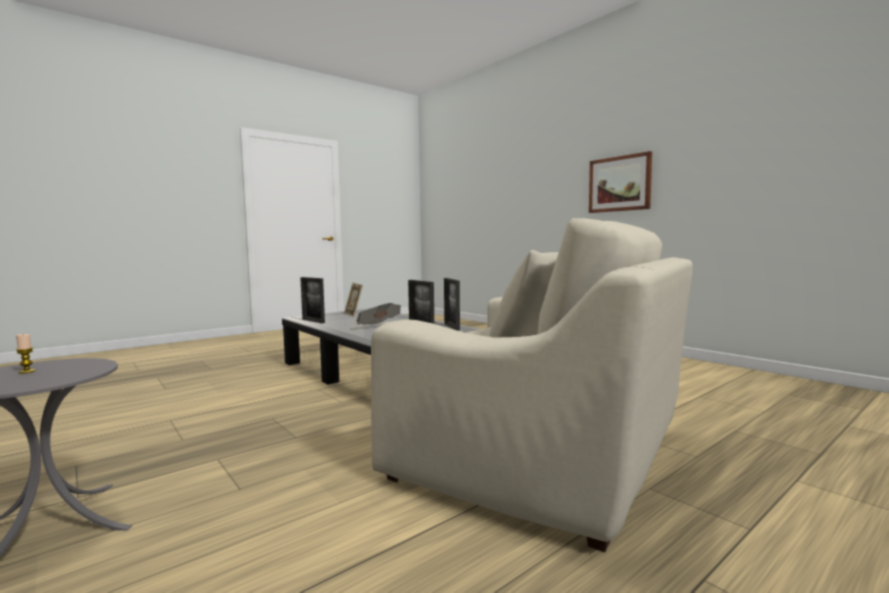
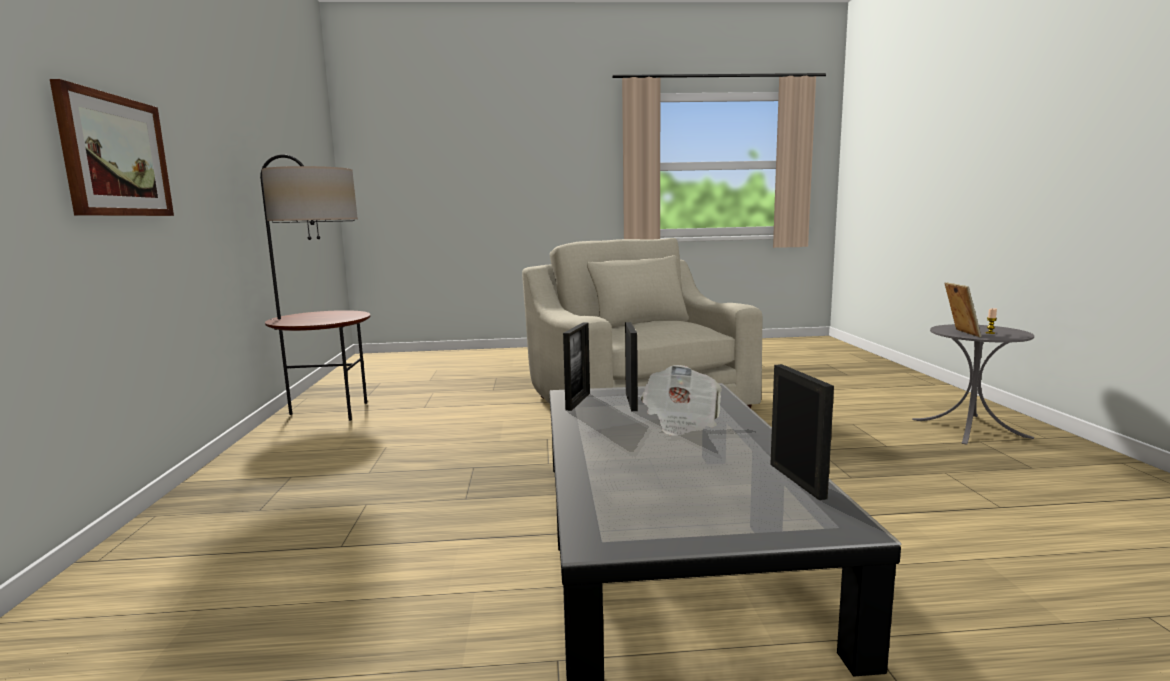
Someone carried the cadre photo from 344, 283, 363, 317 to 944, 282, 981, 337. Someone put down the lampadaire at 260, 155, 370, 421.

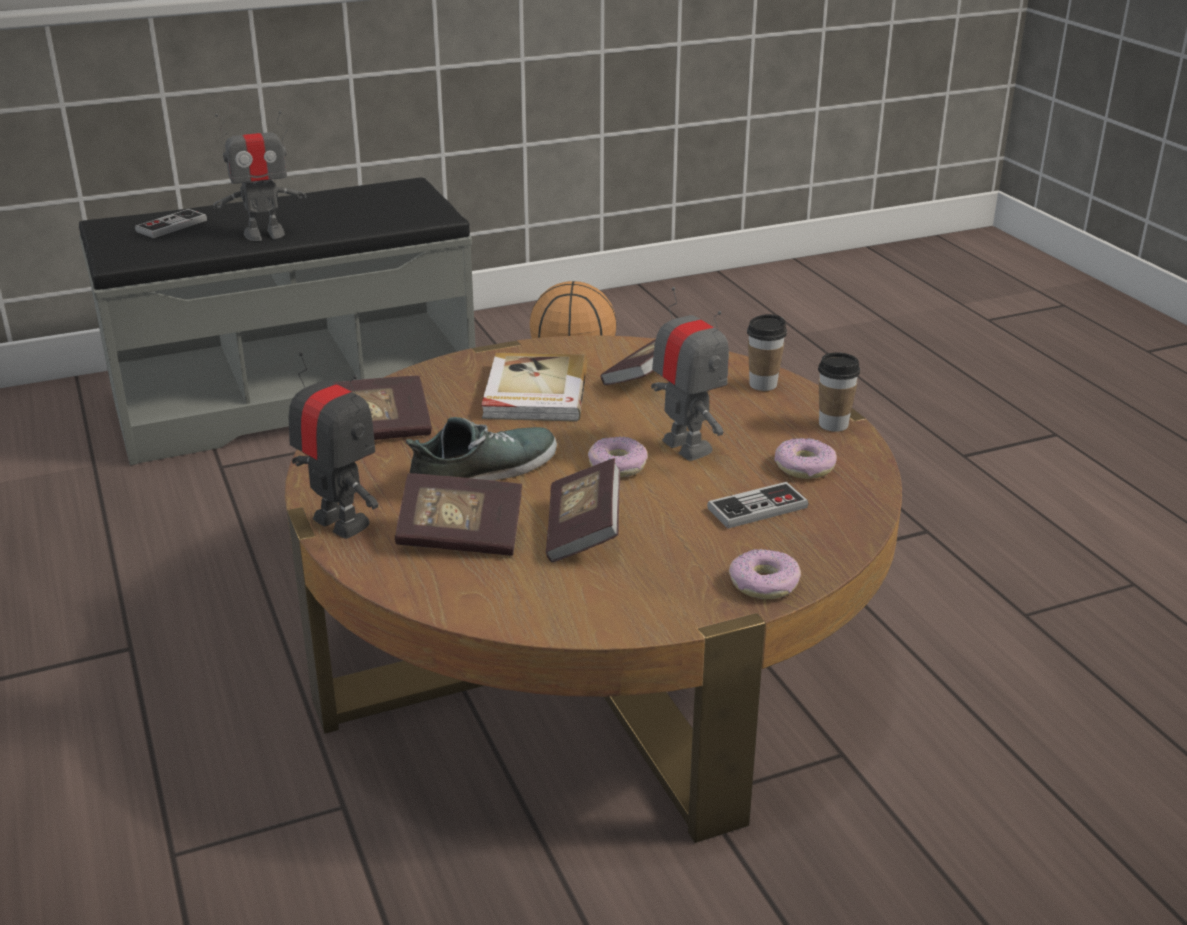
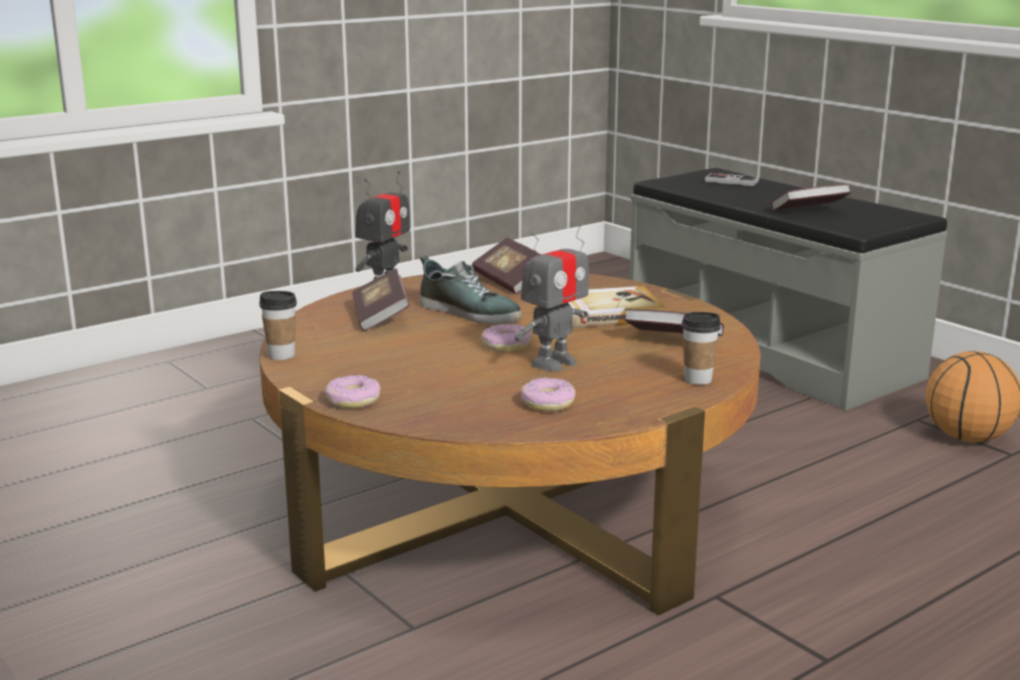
Someone took away the robot jouet at 213, 111, 306, 241. Someone carried the tasse from 818, 352, 860, 432 to 259, 291, 297, 360. Someone carried the livre from 546, 458, 620, 562 to 771, 184, 851, 211. Someone took away the manette at 707, 482, 809, 528.

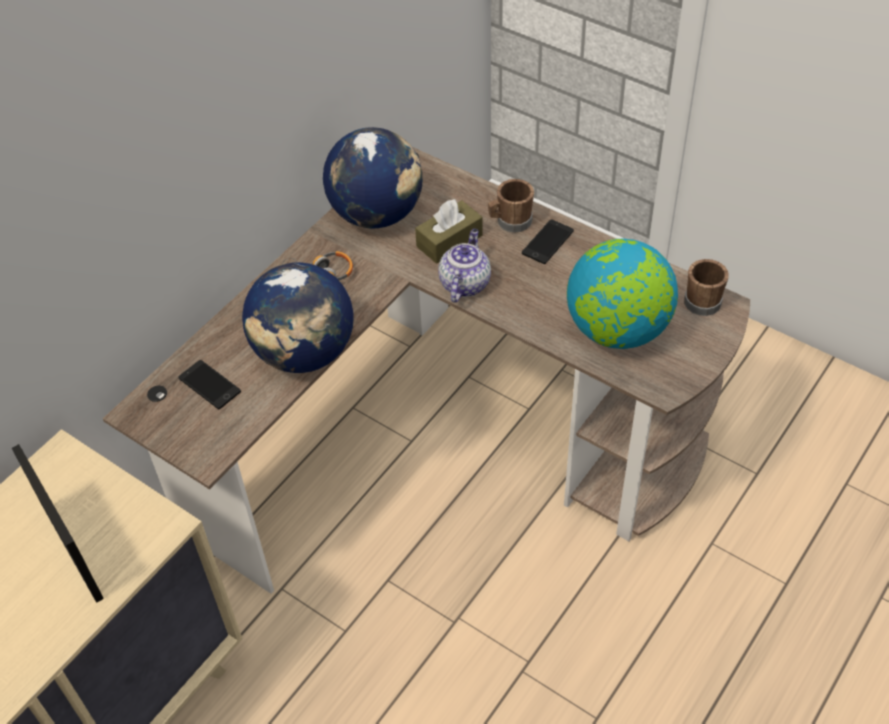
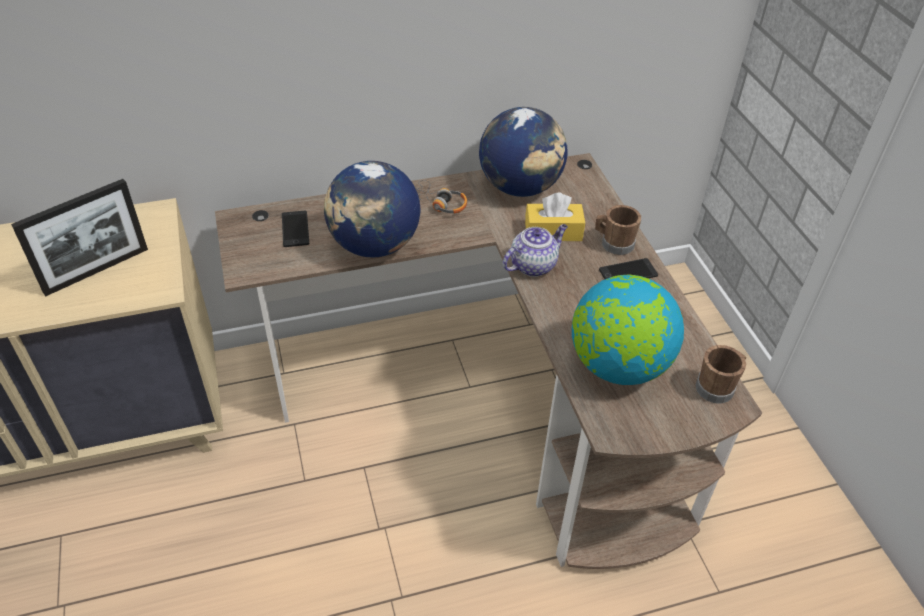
Someone repainted the boîte à mouchoirs (marron) at 415, 199, 483, 264, which became the boîte à mouchoirs (jaune) at 525, 193, 585, 241. Someone rotated the cadre photo at 12, 444, 104, 603 by 45 degrees clockwise.

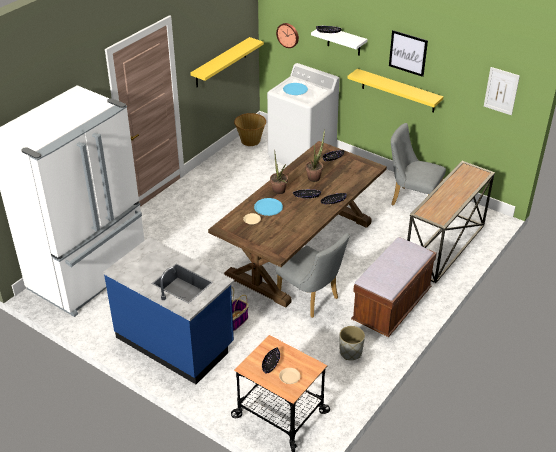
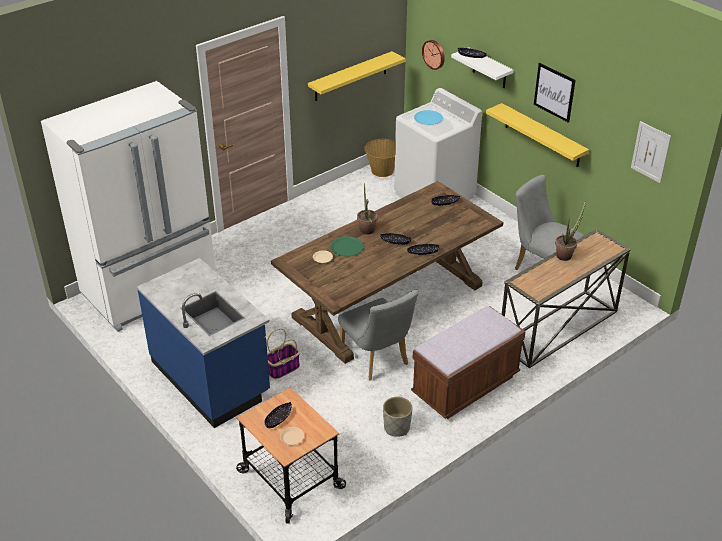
Someone carried the plante en pot from 306, 129, 325, 182 to 555, 200, 586, 261. Someone repainted the assiette (bleu) at 254, 198, 283, 216, which became the assiette (vert) at 331, 236, 364, 257.

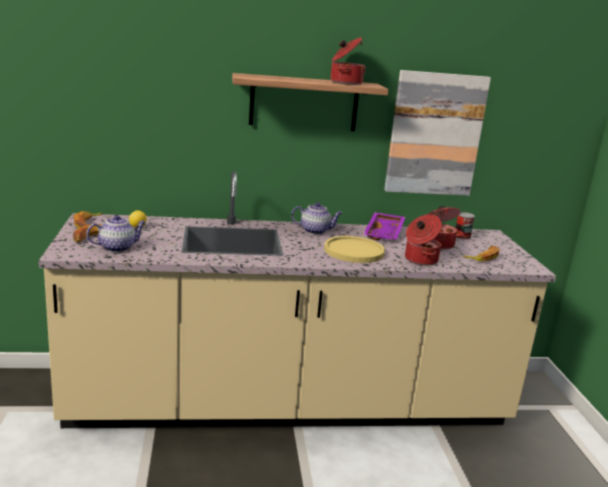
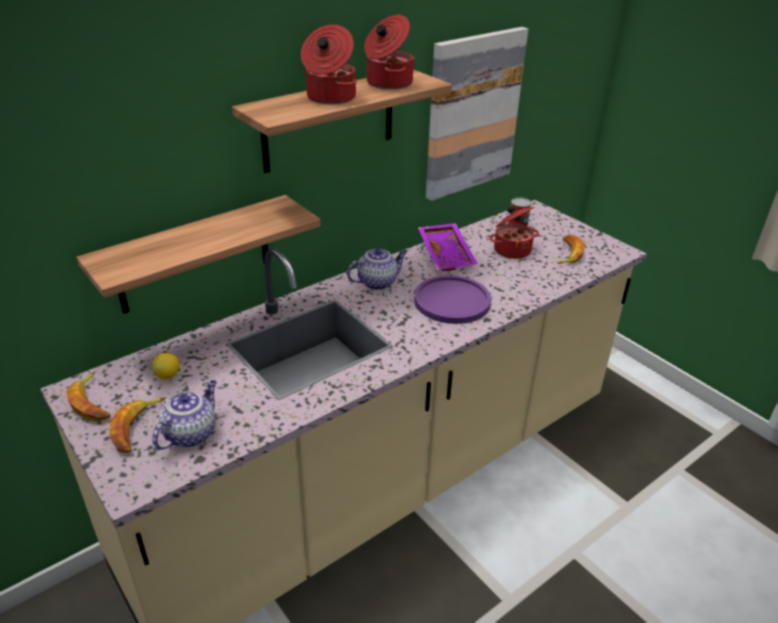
Someone carried the marmite from 405, 214, 442, 266 to 301, 25, 356, 105. Someone repainted the assiette (jaune) at 324, 236, 385, 263, which became the assiette (violet) at 414, 275, 491, 324. Someone put up the étagère at 76, 195, 321, 314.

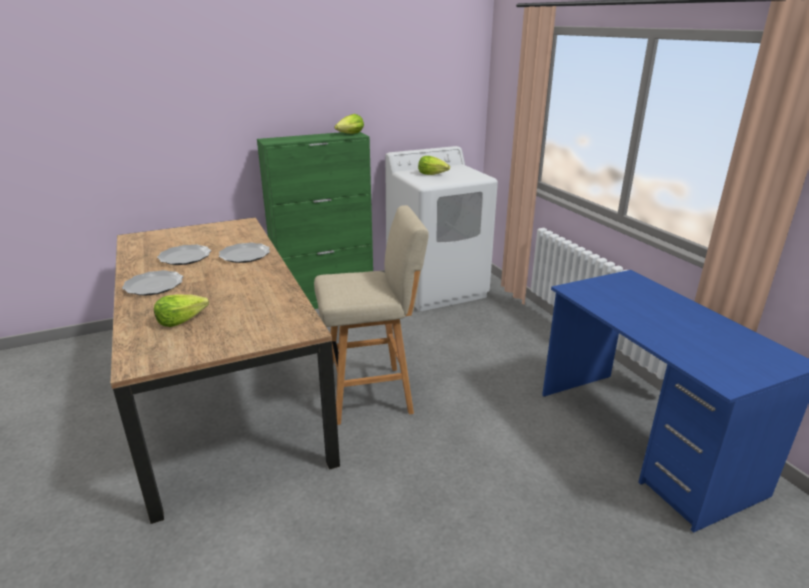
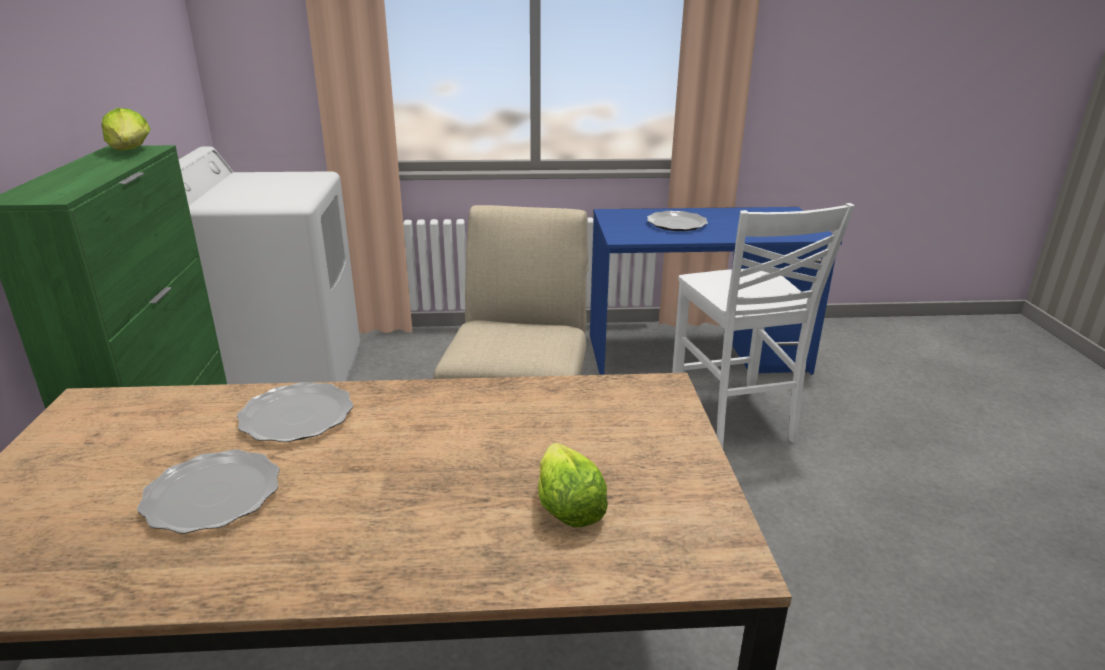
Someone took away the laitue at 418, 156, 450, 175. Someone carried the assiette from 122, 270, 183, 296 to 647, 211, 708, 231. Someone put down the chaise (blanc) at 672, 203, 855, 448.

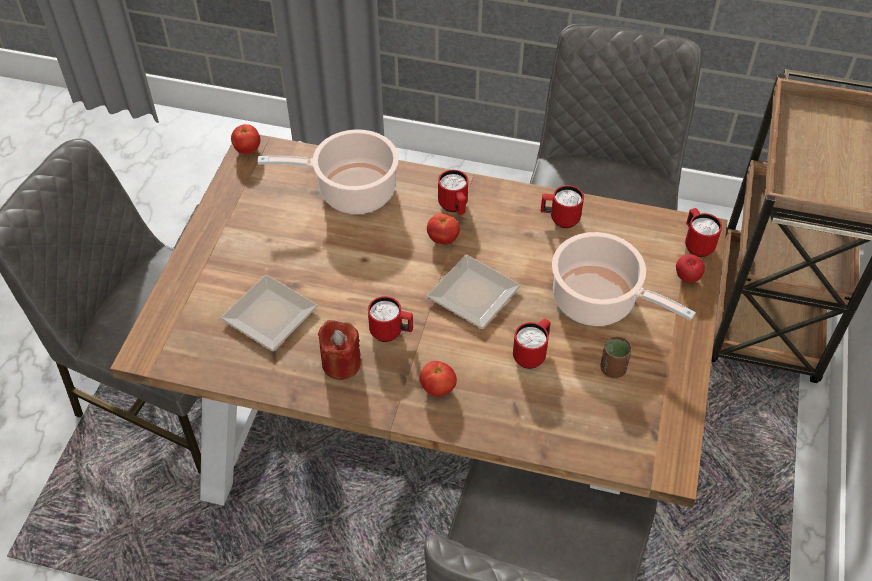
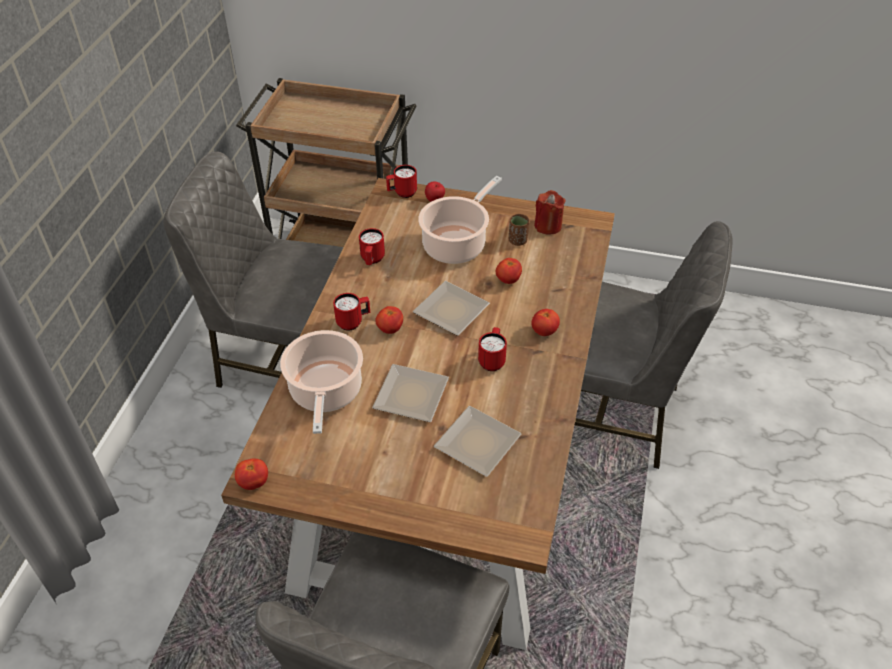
Someone swapped the mug (rouge) at 513, 319, 551, 369 for the tomate at 496, 258, 522, 284. Someone carried the bougie (rouge) from 318, 320, 361, 380 to 534, 190, 566, 235. Someone put down the assiette at 372, 364, 449, 422.

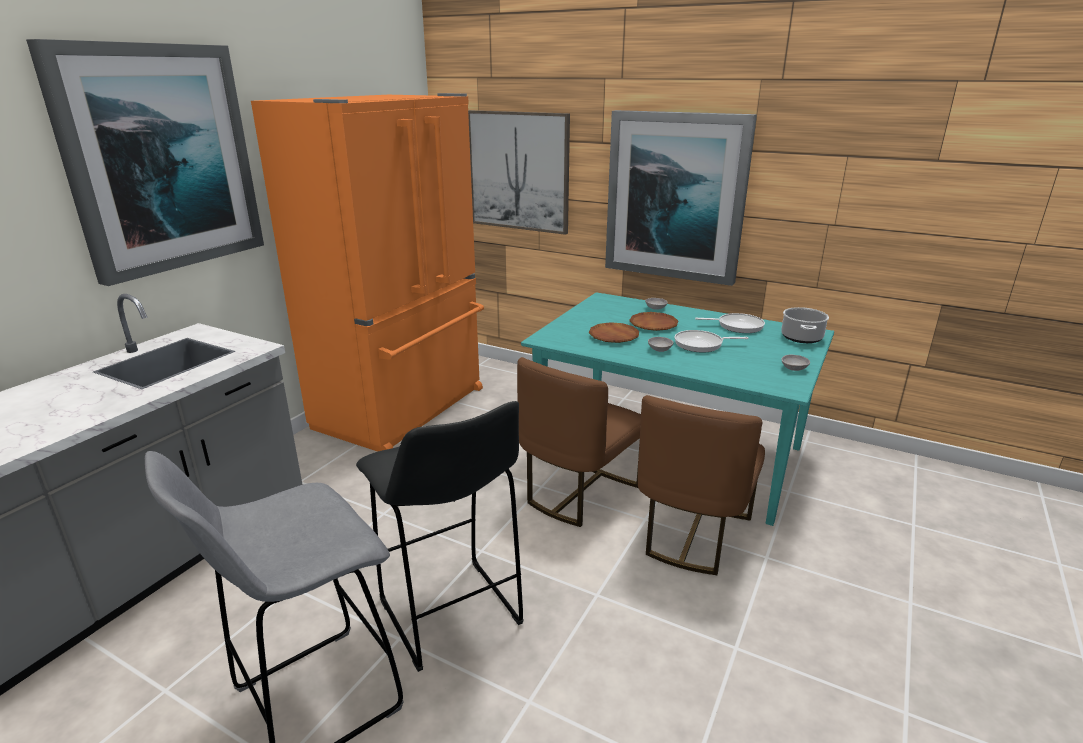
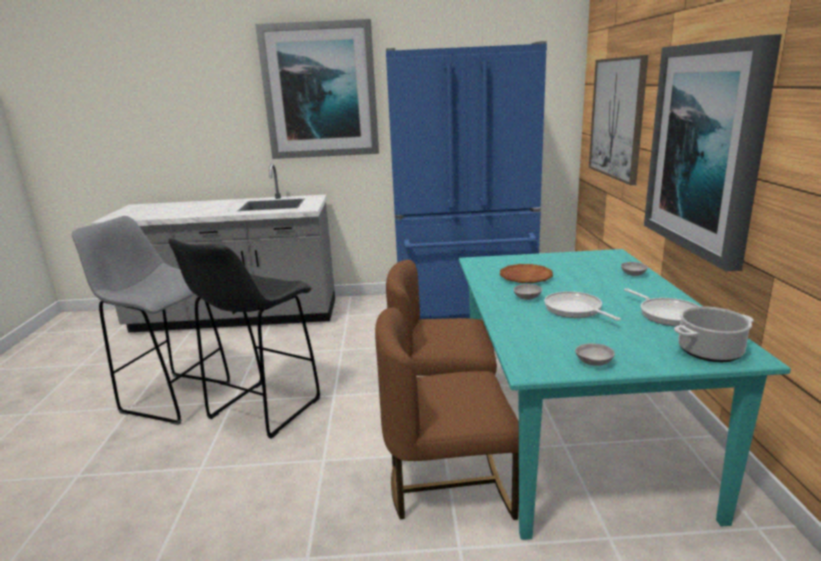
Someone repainted the réfrigérateur (orange) at 251, 93, 484, 452, which became the réfrigérateur (bleu) at 386, 41, 547, 320. Someone took away the assiette (marron) at 629, 312, 678, 331.

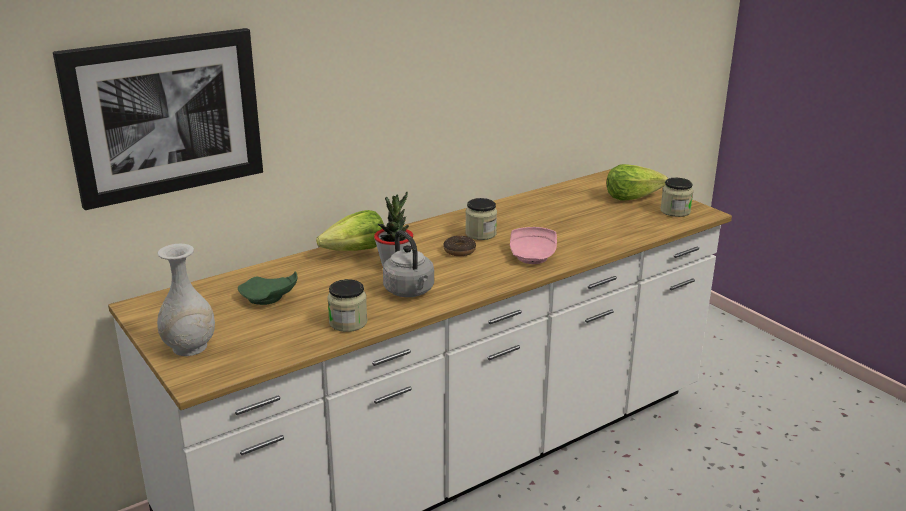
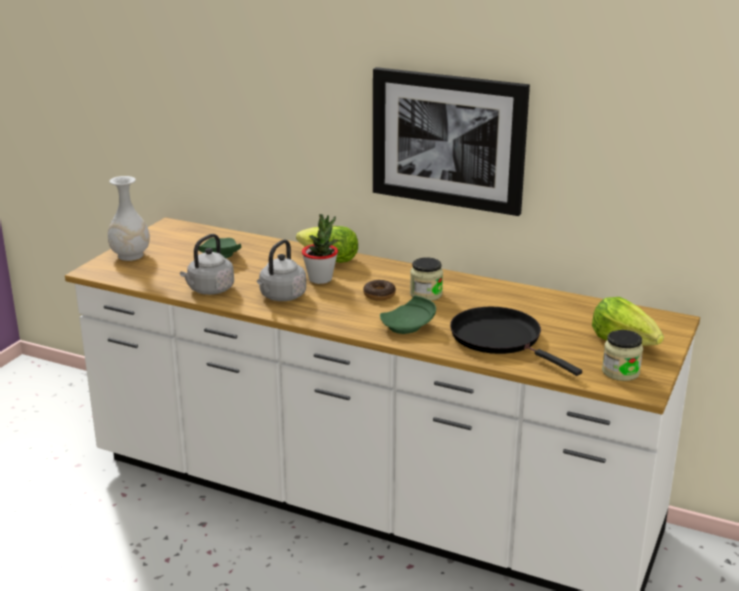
Someone carried the tableau from 53, 28, 263, 210 to 373, 67, 530, 216. Someone repainted the assiette (rose) at 510, 227, 557, 264, which became the assiette (vert) at 380, 296, 436, 334. Someone swapped the bocal at 327, 279, 367, 332 for the bouilloire (gris) at 180, 234, 234, 295. Someone put down the poêle (noir) at 450, 307, 582, 376.

